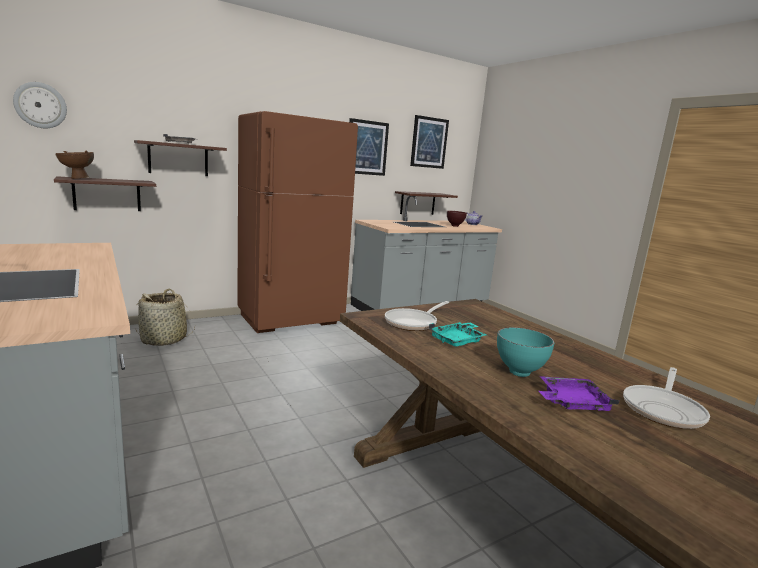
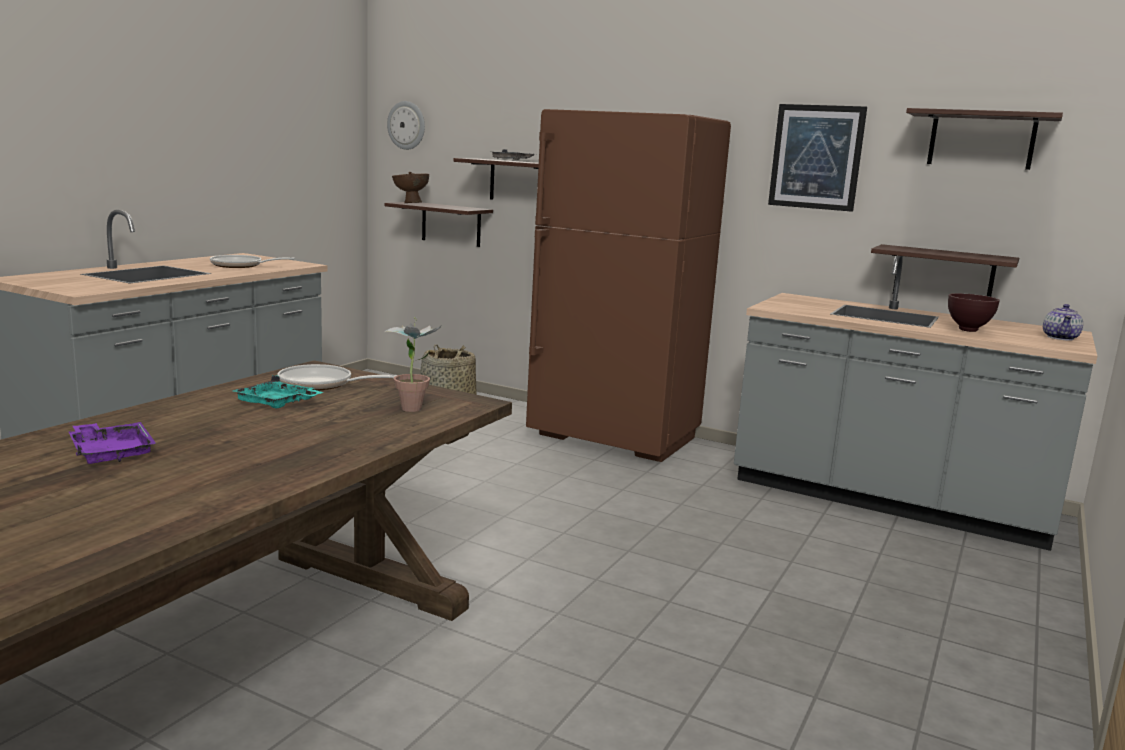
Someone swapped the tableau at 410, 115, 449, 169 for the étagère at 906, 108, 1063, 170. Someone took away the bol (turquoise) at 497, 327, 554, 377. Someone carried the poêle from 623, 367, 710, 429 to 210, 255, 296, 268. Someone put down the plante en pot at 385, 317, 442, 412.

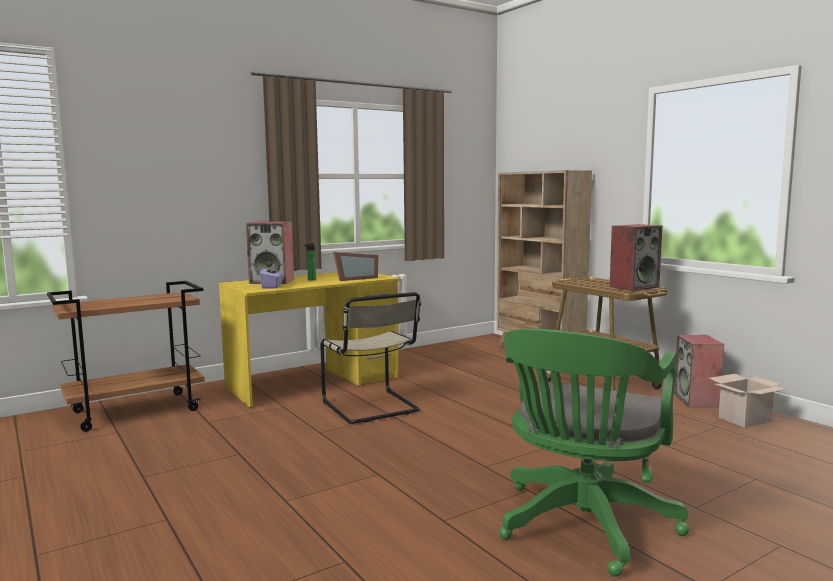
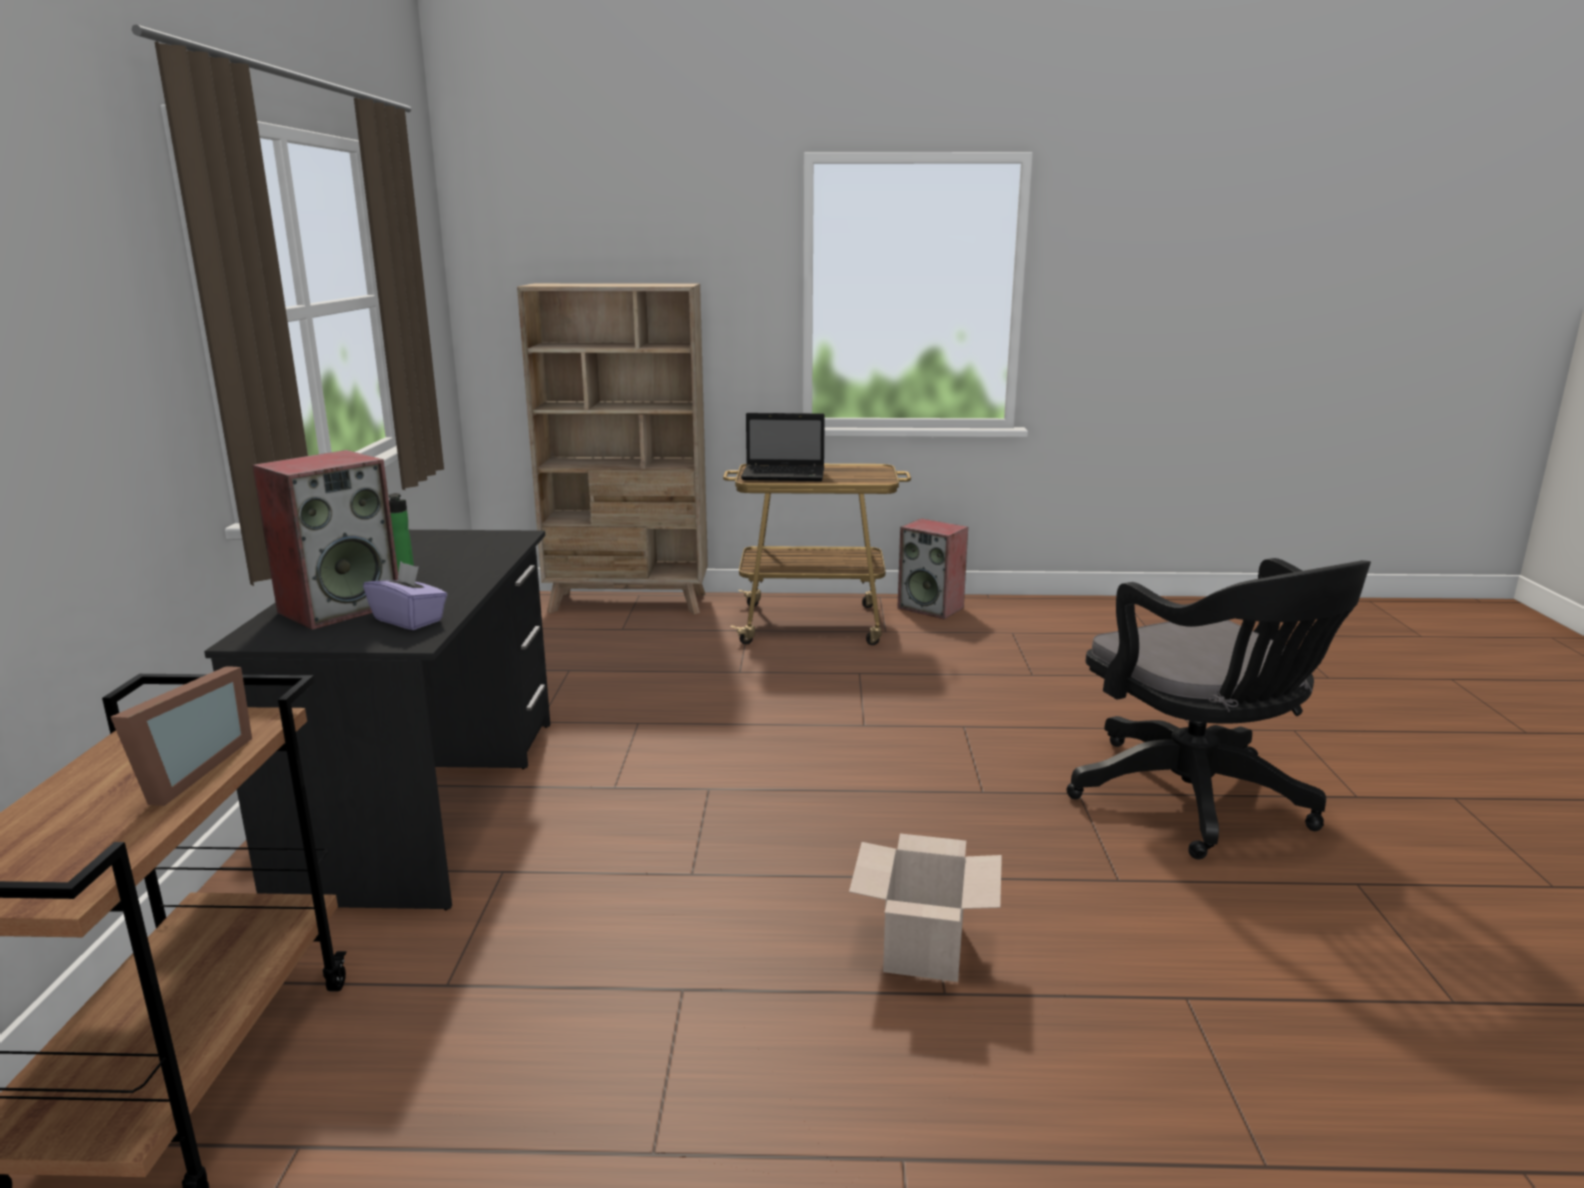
Someone took away the enceinte at 610, 224, 662, 291. Someone carried the cadre photo from 333, 252, 378, 281 to 111, 666, 252, 806. Someone repainted the bureau (jaune) at 218, 272, 400, 408, which became the bureau (noir) at 204, 530, 550, 910. Someone took away the chaise (beige) at 320, 292, 421, 424. Someone repainted the chaise de bureau (vert) at 499, 329, 689, 577, which became the chaise de bureau (noir) at 1066, 558, 1371, 859. Someone carried the carton from 709, 374, 788, 428 to 849, 833, 1002, 982. Someone put down the ordinateur portable at 741, 413, 825, 481.

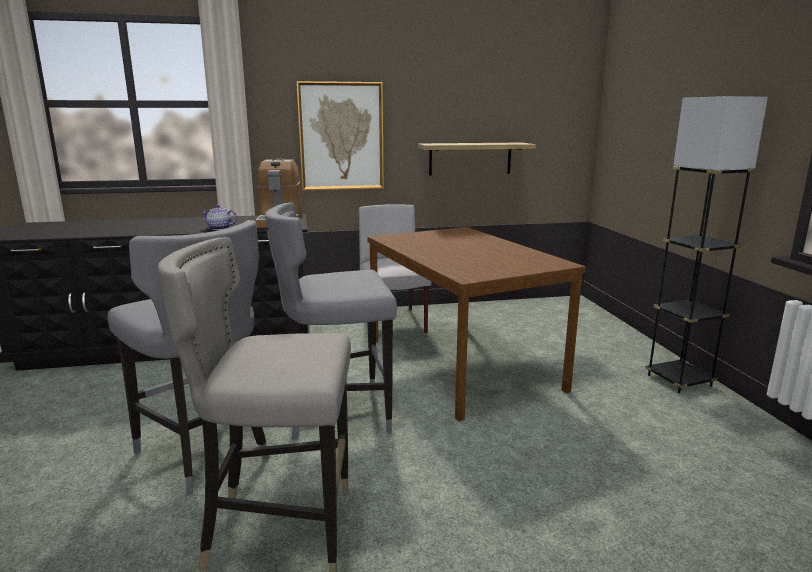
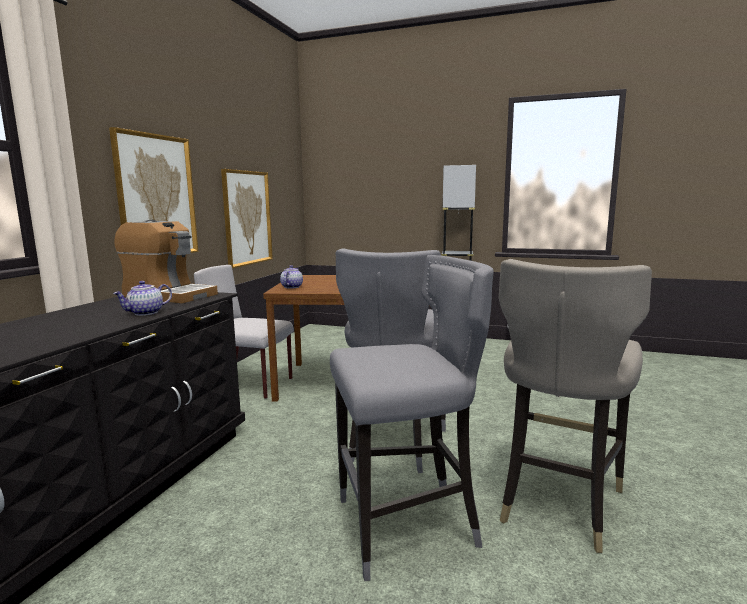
Someone swapped the étagère at 418, 143, 536, 175 for the tableau at 221, 169, 273, 268. Someone put down the théière at 280, 265, 303, 288.

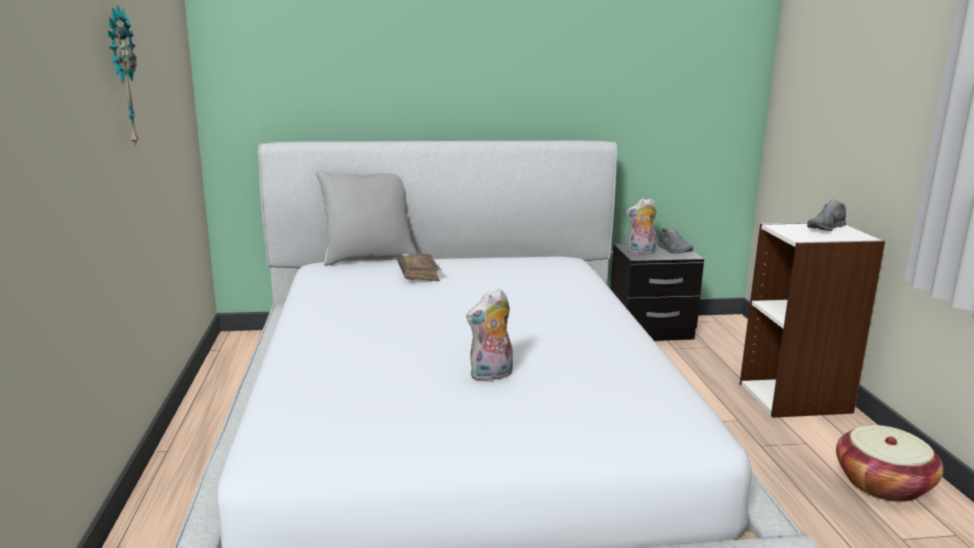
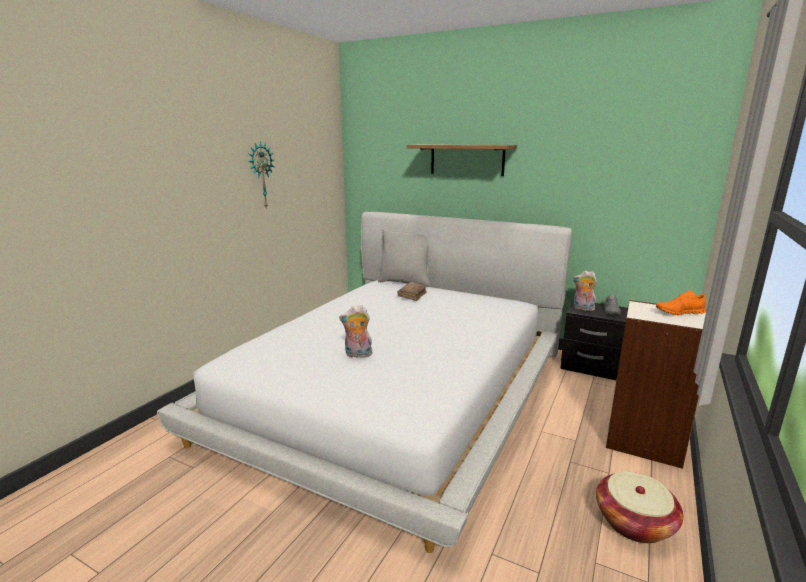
Someone repainted the chaussure (gris) at 807, 199, 846, 231, which became the chaussure (orange) at 656, 290, 706, 315. Someone put up the étagère at 407, 145, 517, 176.

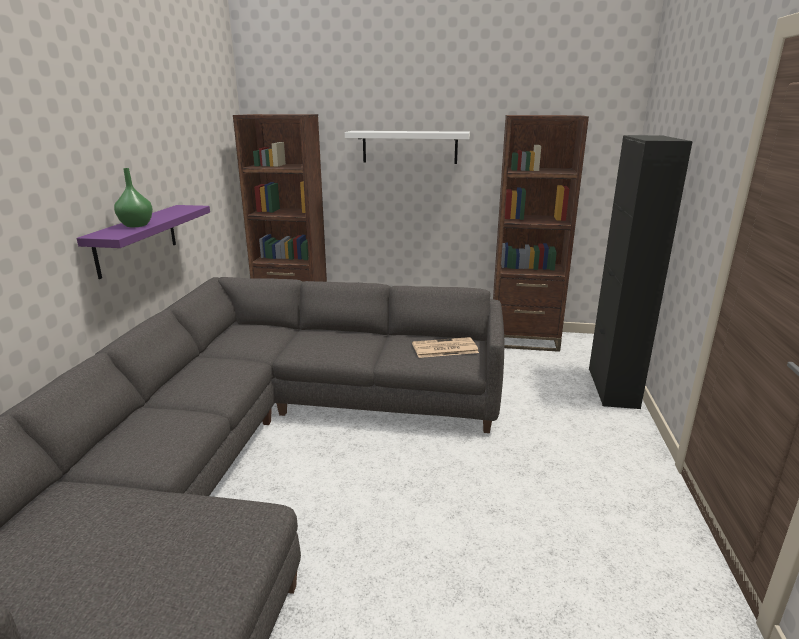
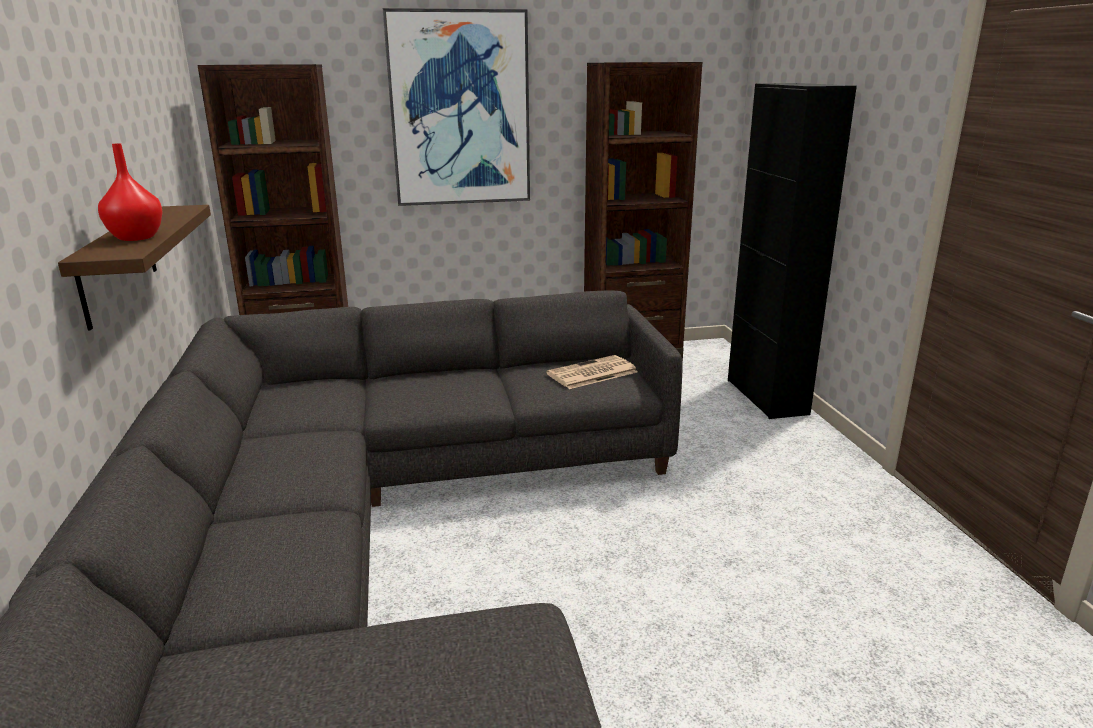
Someone swapped the étagère (blanc) at 345, 131, 470, 164 for the tableau at 383, 8, 530, 206. Someone repainted the vase (vert) at 114, 168, 153, 227, which became the vase (rouge) at 98, 143, 163, 241. Someone repainted the étagère (violet) at 77, 205, 210, 279, which became the étagère (marron) at 58, 205, 211, 331.

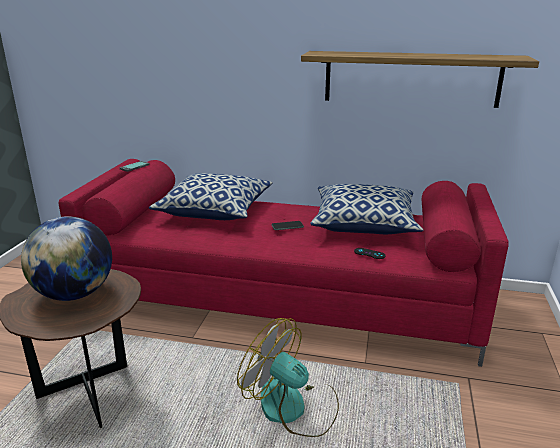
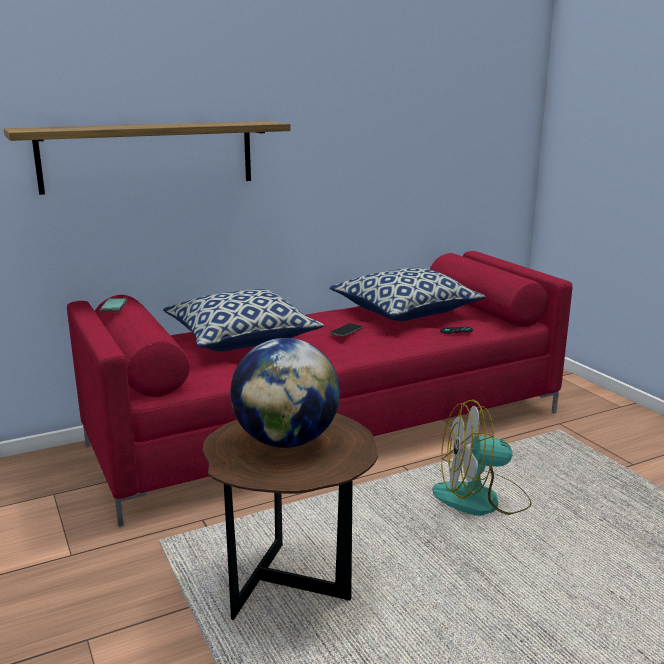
Someone carried the étagère from 301, 51, 539, 108 to 4, 121, 291, 195.

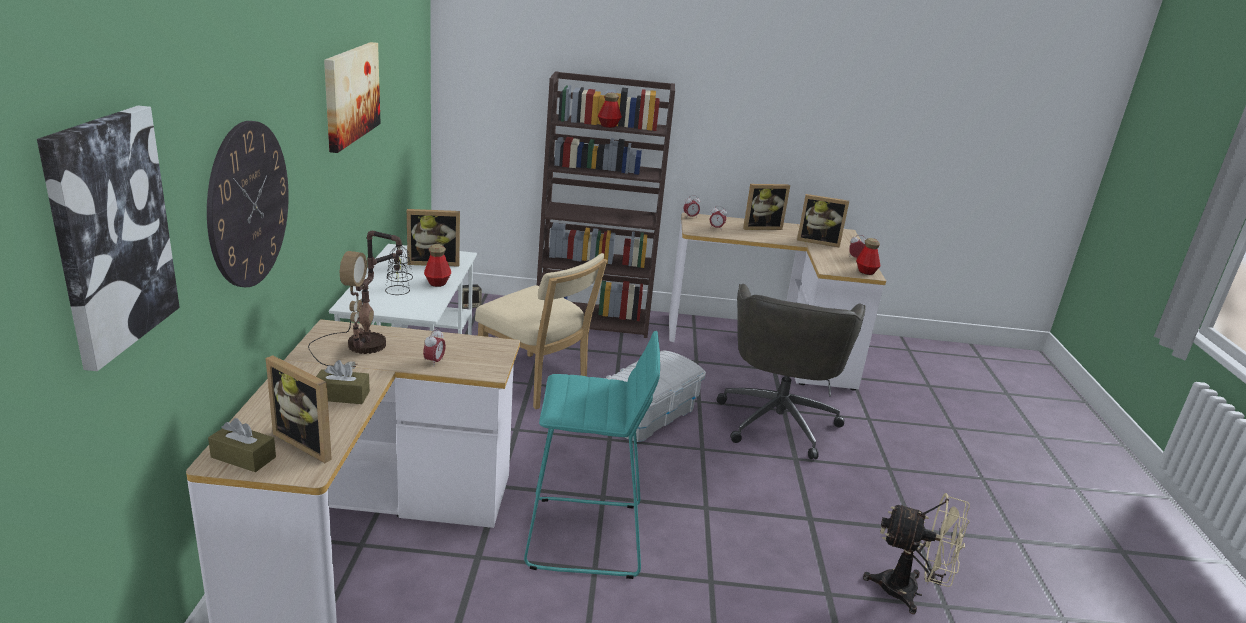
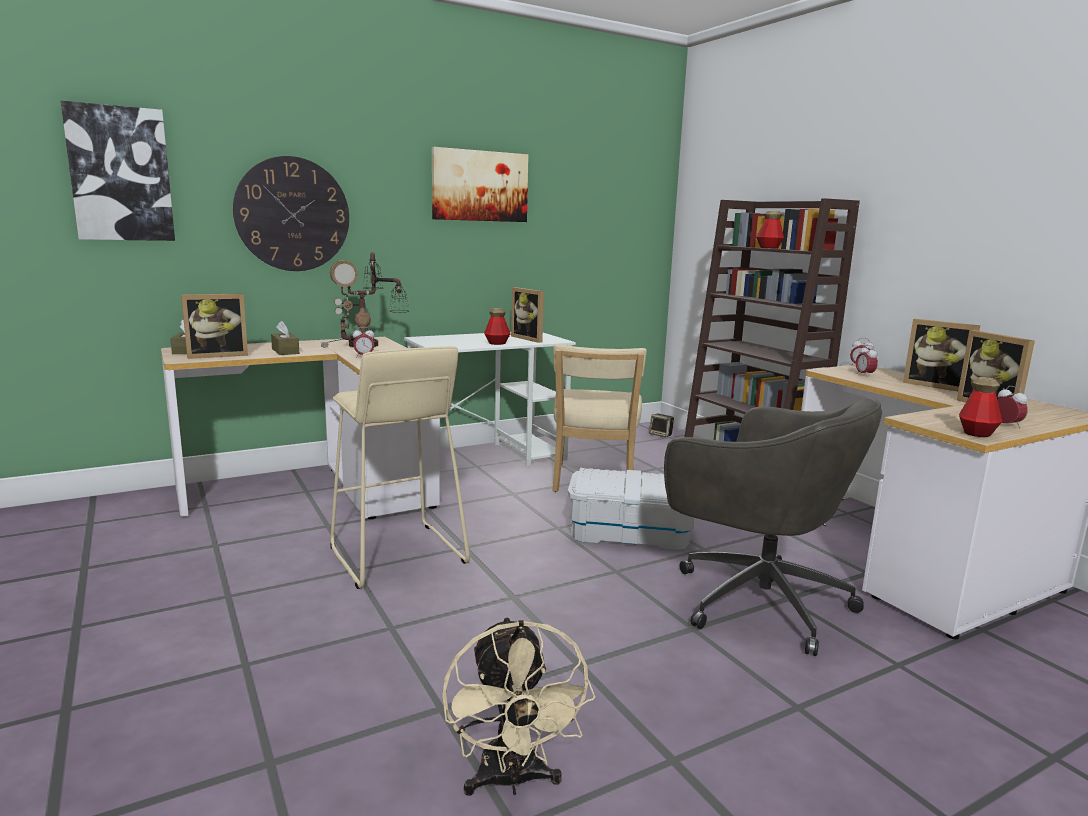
Someone rotated the chaise de bureau (gris) at 717, 284, 866, 459 by 120 degrees counterclockwise. Someone repainted the tabouret (turquoise) at 524, 331, 660, 579, which became the tabouret (beige) at 330, 346, 470, 589. Someone rotated the cadre photo at 266, 355, 332, 463 by 120 degrees counterclockwise.

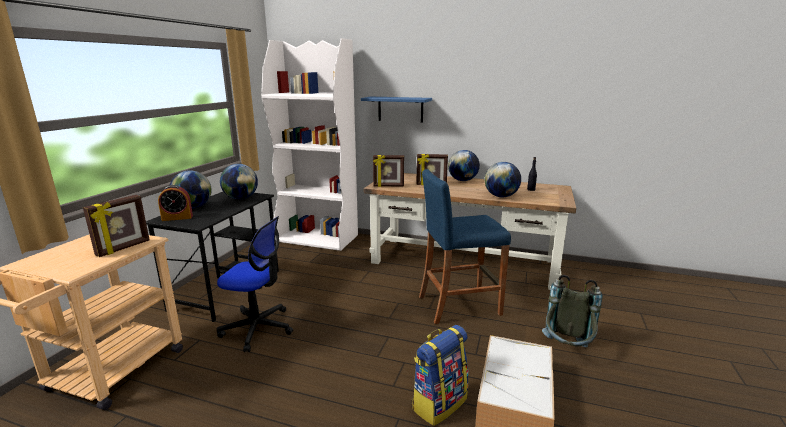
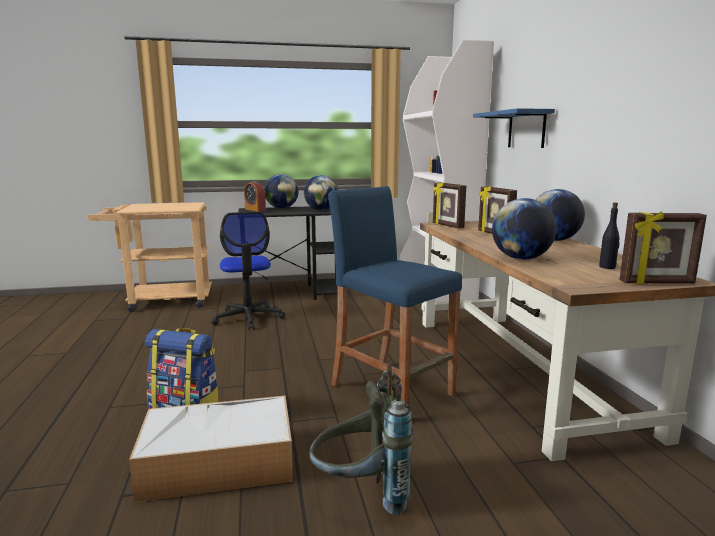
Someone carried the cadre photo from 83, 195, 150, 257 to 620, 212, 707, 284.

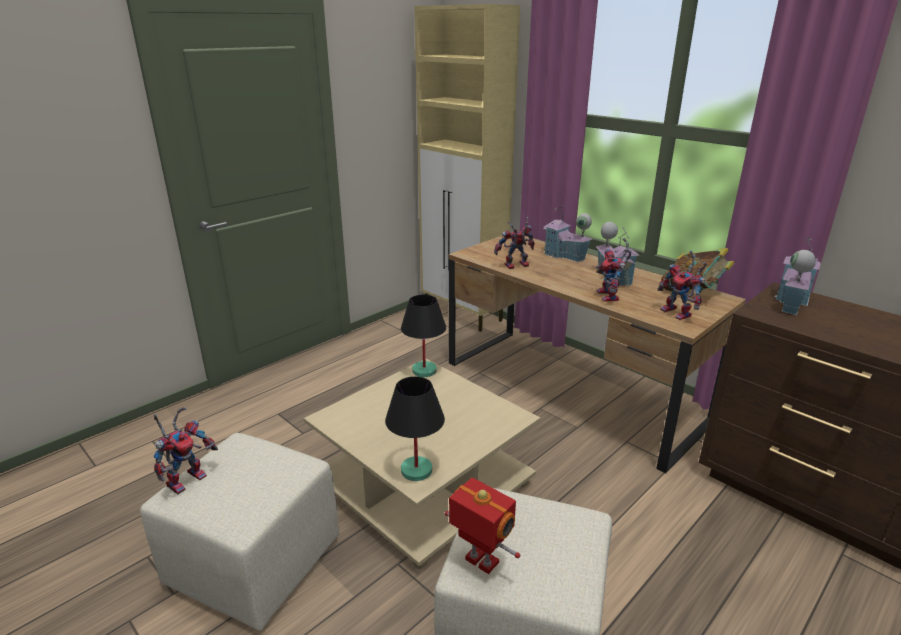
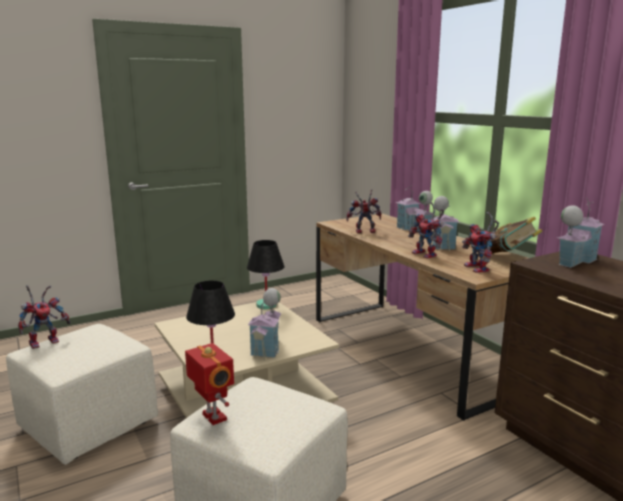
Someone took away the meuble de rangement (beige) at 414, 4, 520, 332. Someone rotated the robot jouet at 596, 238, 632, 302 by 45 degrees counterclockwise. Someone put down the maison miniature at 248, 288, 281, 360.

